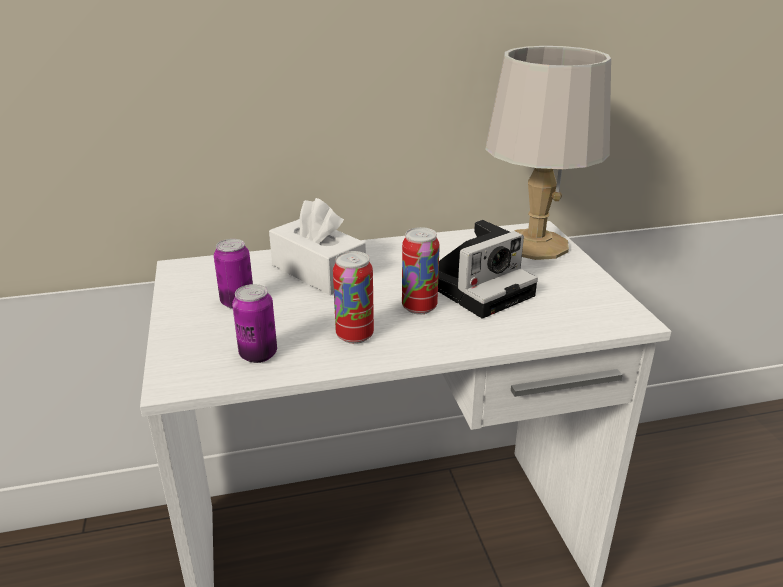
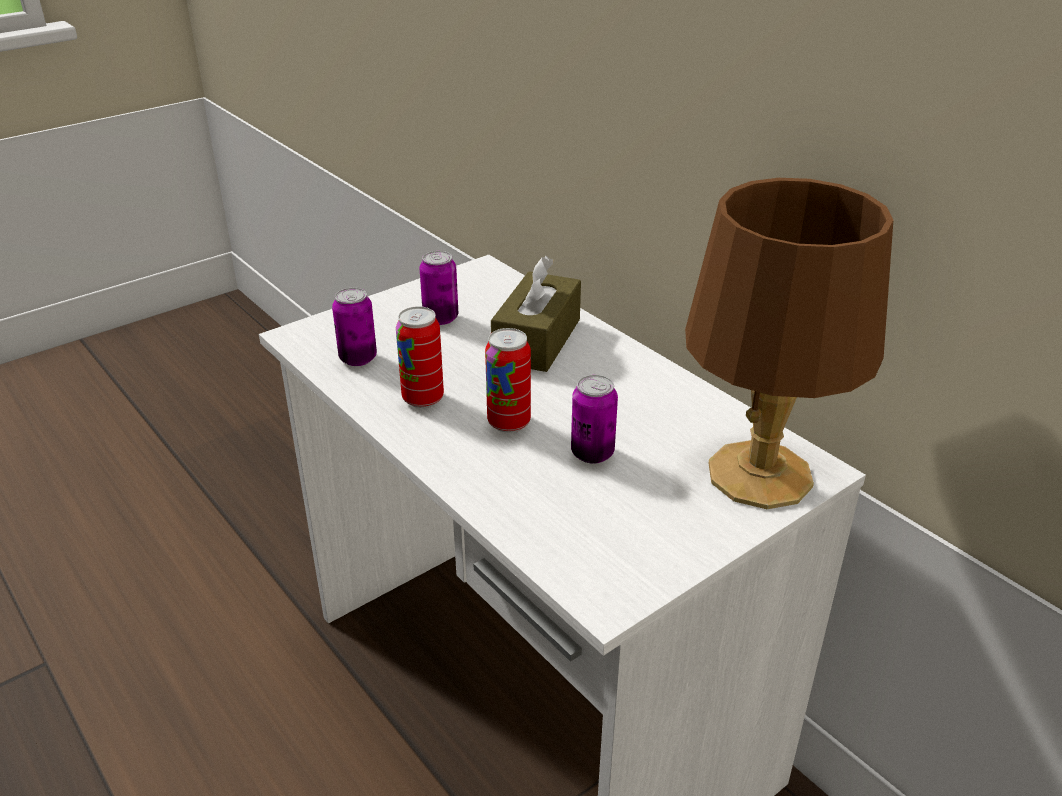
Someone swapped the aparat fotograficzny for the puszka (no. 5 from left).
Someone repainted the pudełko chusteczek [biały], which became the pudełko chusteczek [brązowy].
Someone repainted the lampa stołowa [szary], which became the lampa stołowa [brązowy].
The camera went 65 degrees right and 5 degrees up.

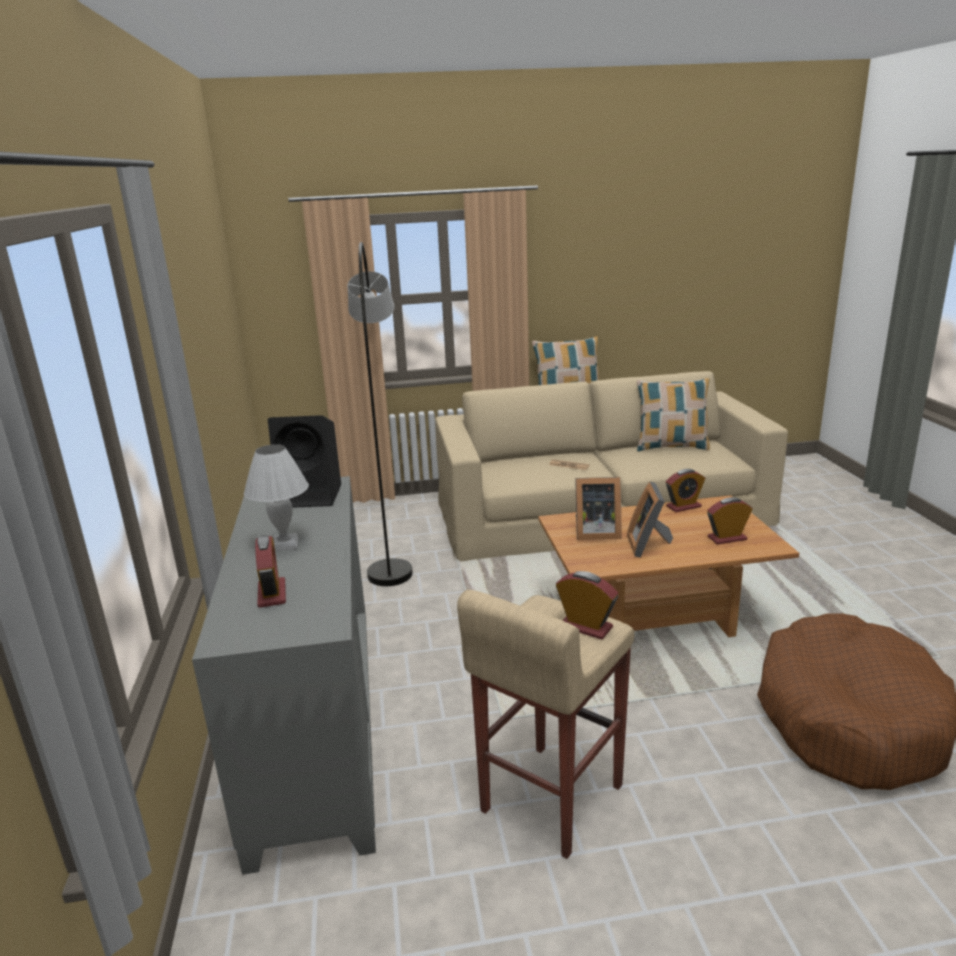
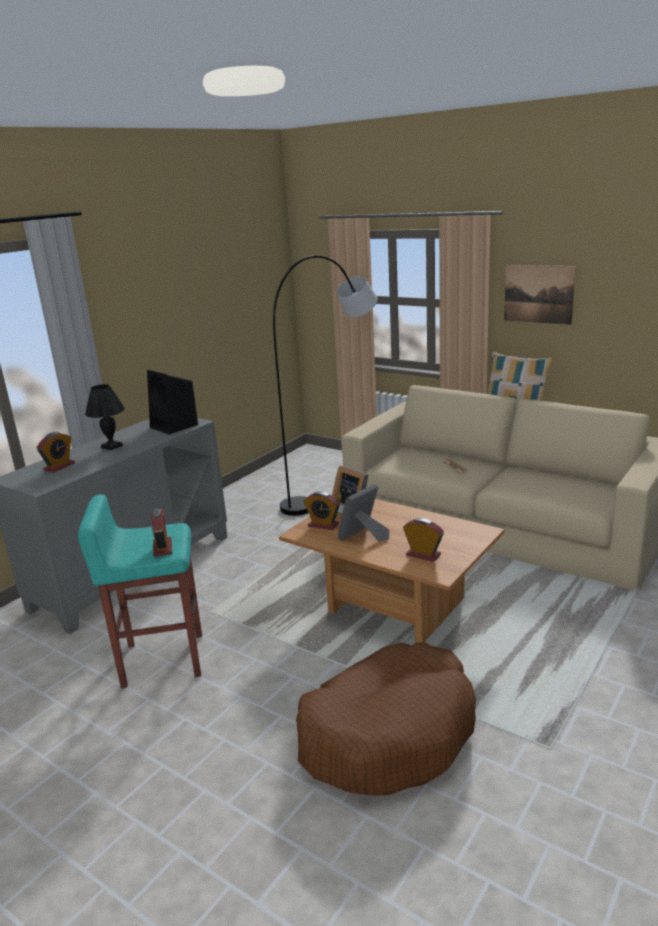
Someone took away the poduszka (no. 2 from left).
Someone put up the obraz.
Someone carried the budzik (no. 3 from left).
Someone repainted the lampa stołowa [biały], which became the lampa stołowa [czarny].
Someone repainted the stołek [beżowy], which became the stołek [turkusowy].
The camera went 45 degrees right and 0 degrees up.

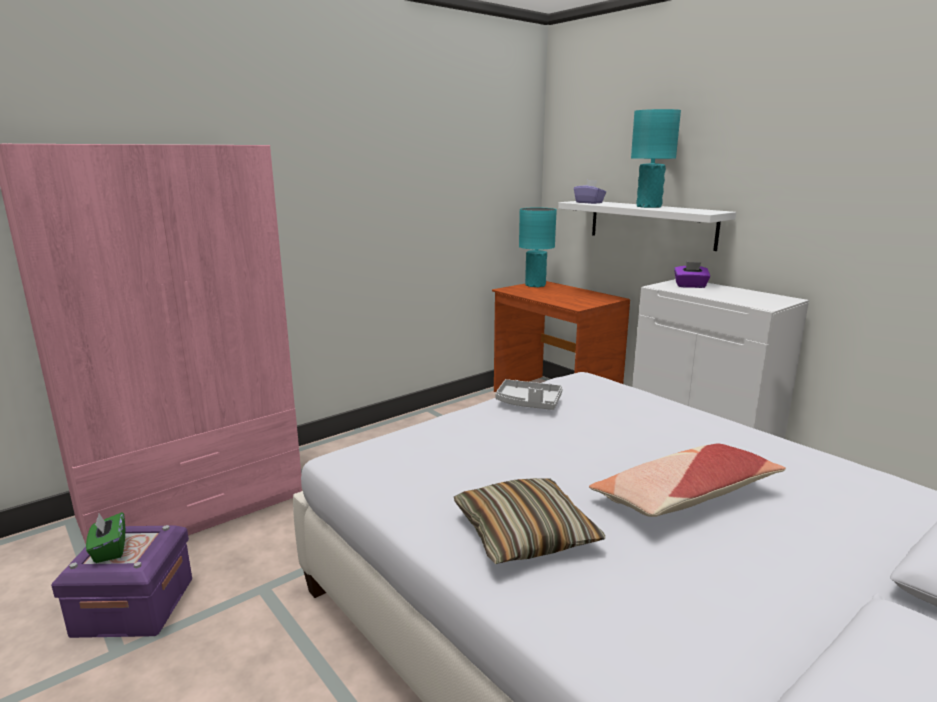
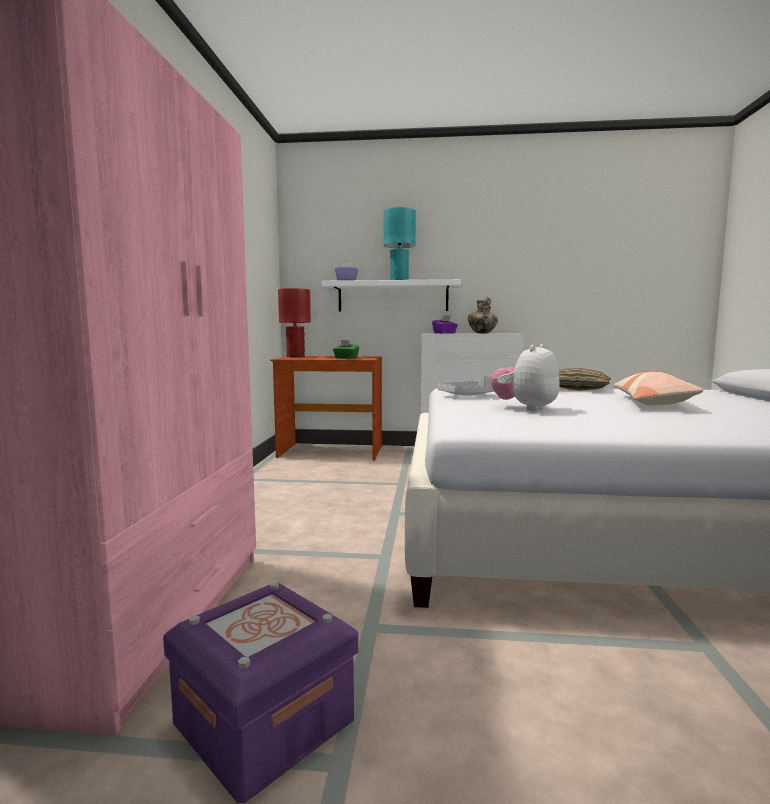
Someone put down the wazon.
Someone put down the pluszak.
Someone carried the pudełko chusteczek [zielony].
Someone carried the poduszka (no. 1 from left).
Someone repainted the lampa stołowa [turkusowy] (no. 1 from left), which became the lampa stołowa [czerwony].
The camera went 45 degrees left and 10 degrees down.

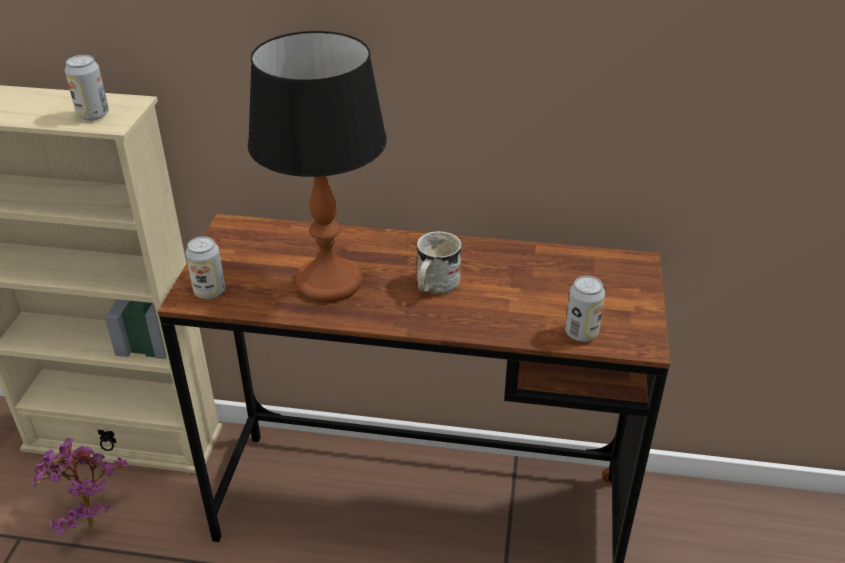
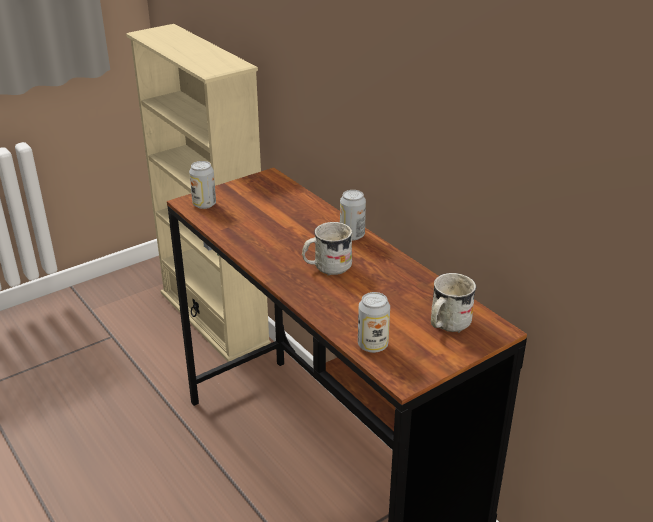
Someone took away the roślina doniczkowa.
Someone took away the lampa stołowa.
Someone put down the kubek [biały] (no. 2 from left).
Someone carried the puszka (no. 1 from left in the first image).
The camera went 45 degrees right and 5 degrees down.

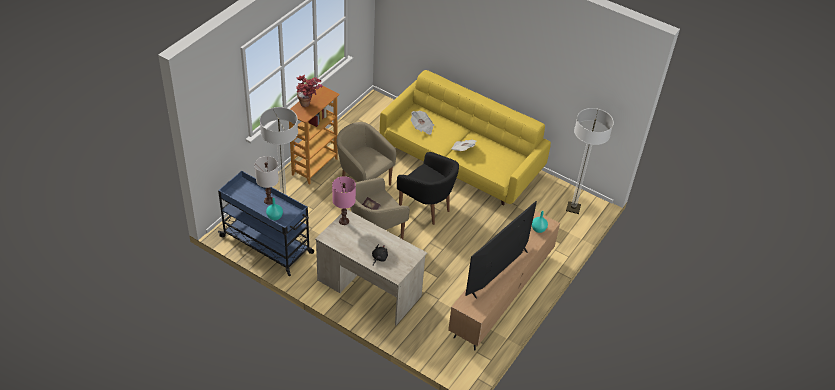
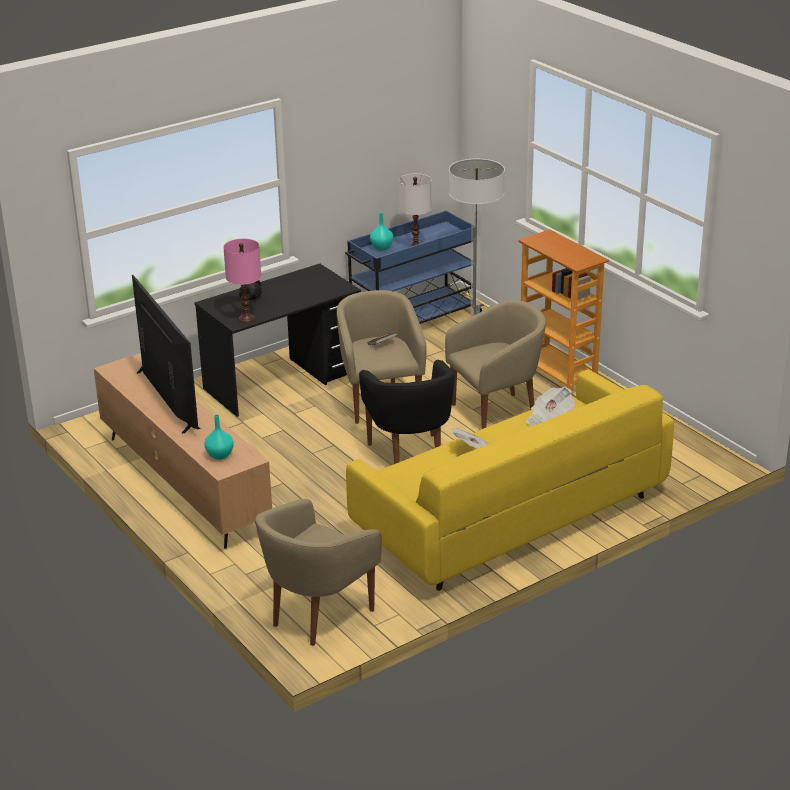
Someone took away the roślina doniczkowa.
Someone carried the lampa stołowa [różowy].
Someone swapped the lampa stojąca (no. 2 from left) for the fotel [beżowy] (no. 1 from left).
Someone repainted the biurko [beżowy], which became the biurko [czarny].
Someone rotated the fotel [czarny] by 75 degrees counterclockwise.
The camera went 115 degrees right and 15 degrees down.

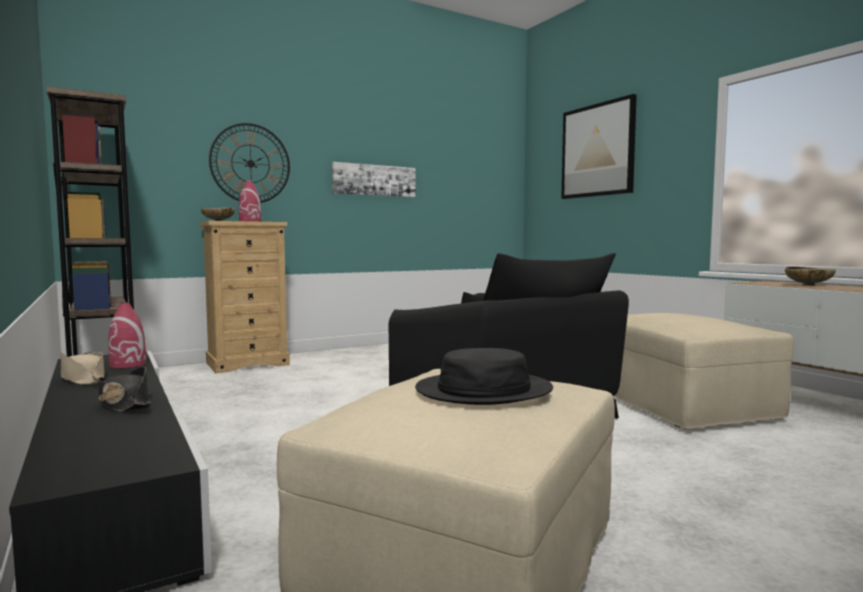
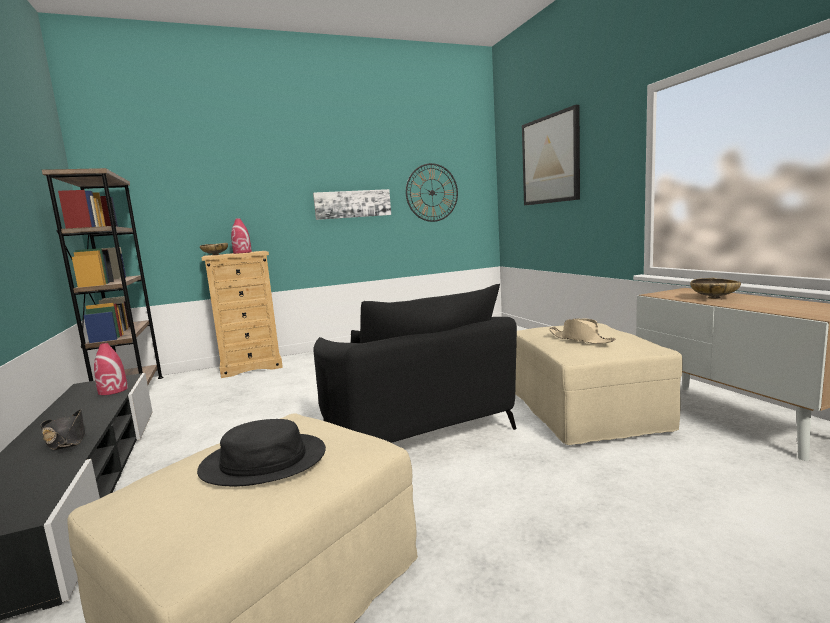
Someone carried the kapelusz [beżowy].
Someone carried the zegar ścienny.
The camera went 10 degrees right and 5 degrees up.

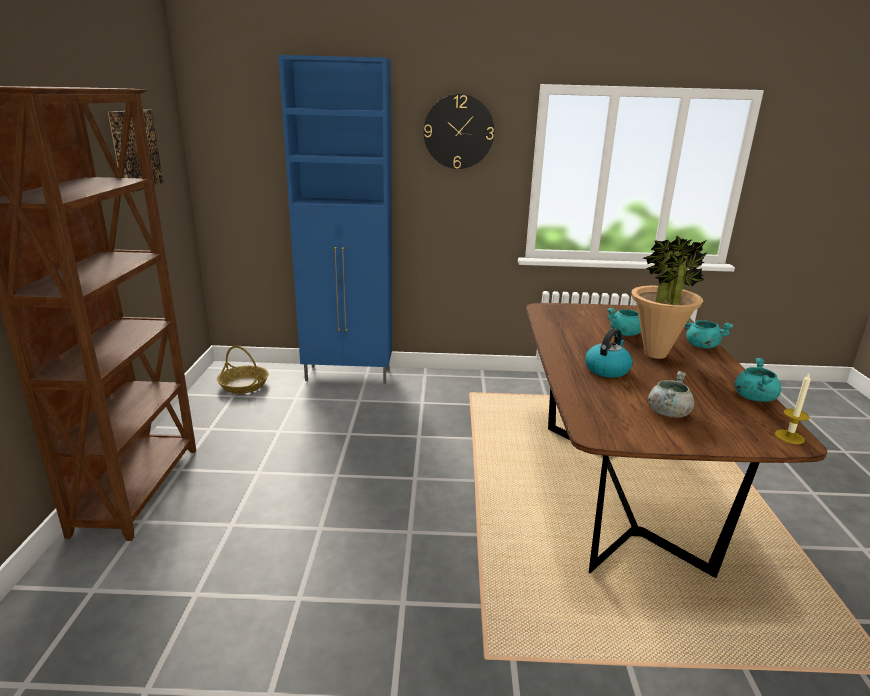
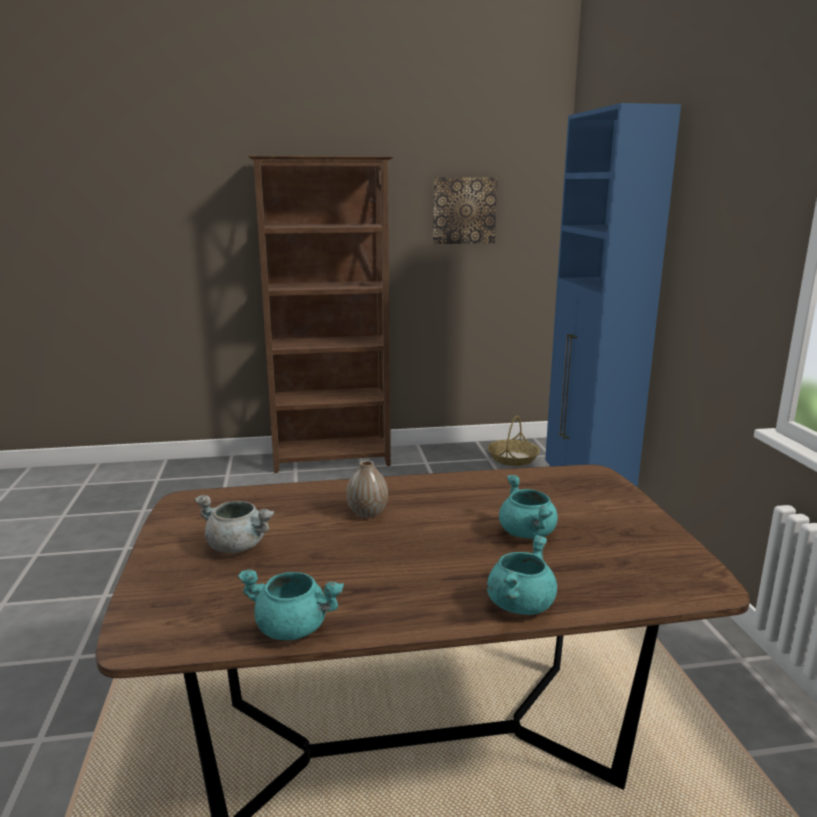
Someone took away the zegar ścienny.
Someone took away the roślina doniczkowa.
Someone took away the świeca.
Someone swapped the czajnik for the wazon.
The camera went 80 degrees right and 5 degrees down.

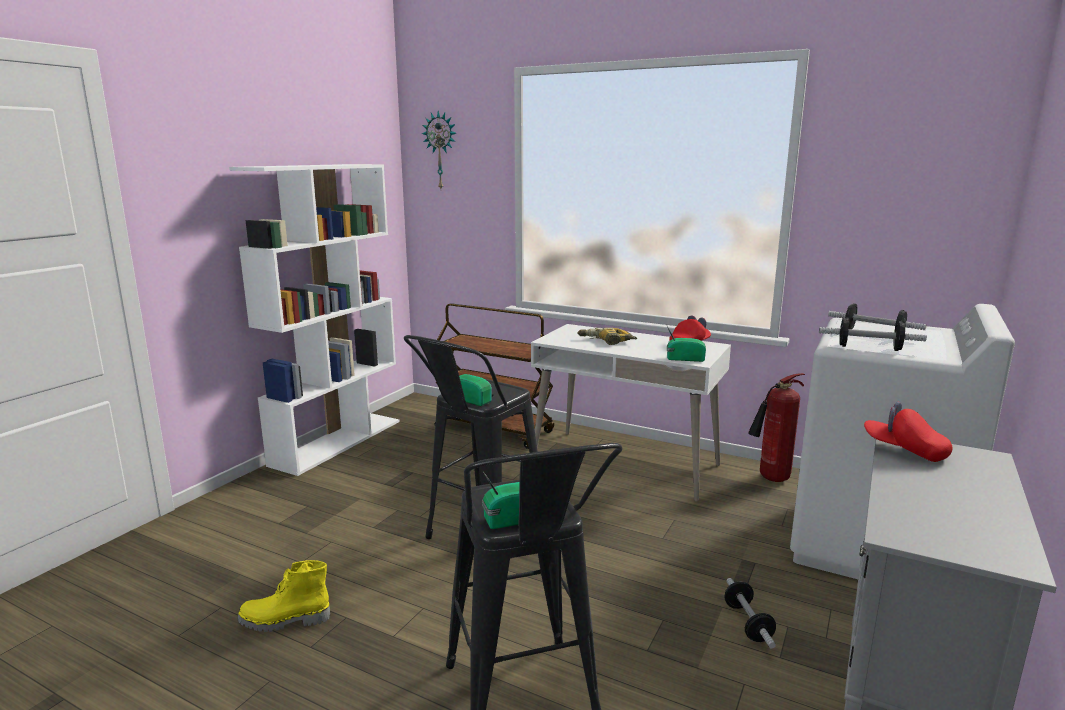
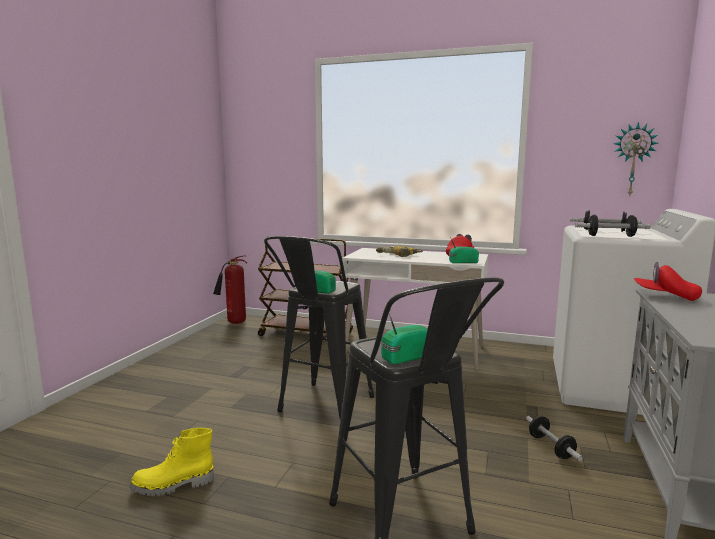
Someone took away the regał [biały].
Someone carried the zegar ścienny.
Someone carried the gaśnica.
The camera went 10 degrees left and 5 degrees down.

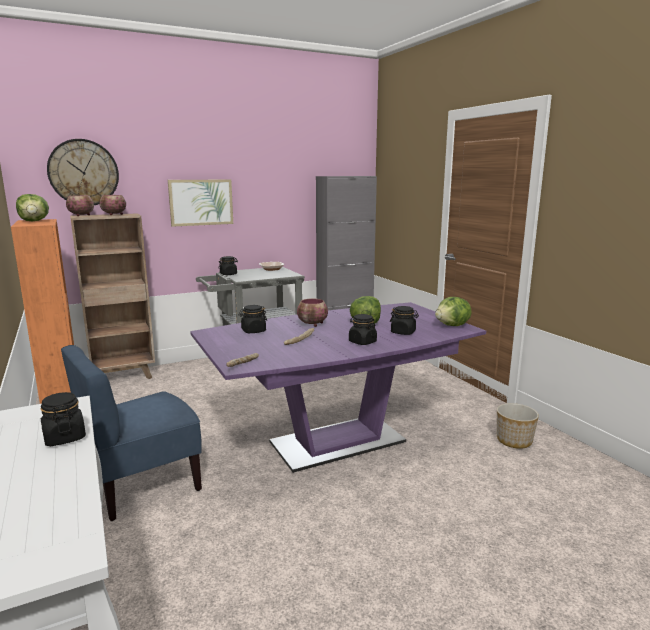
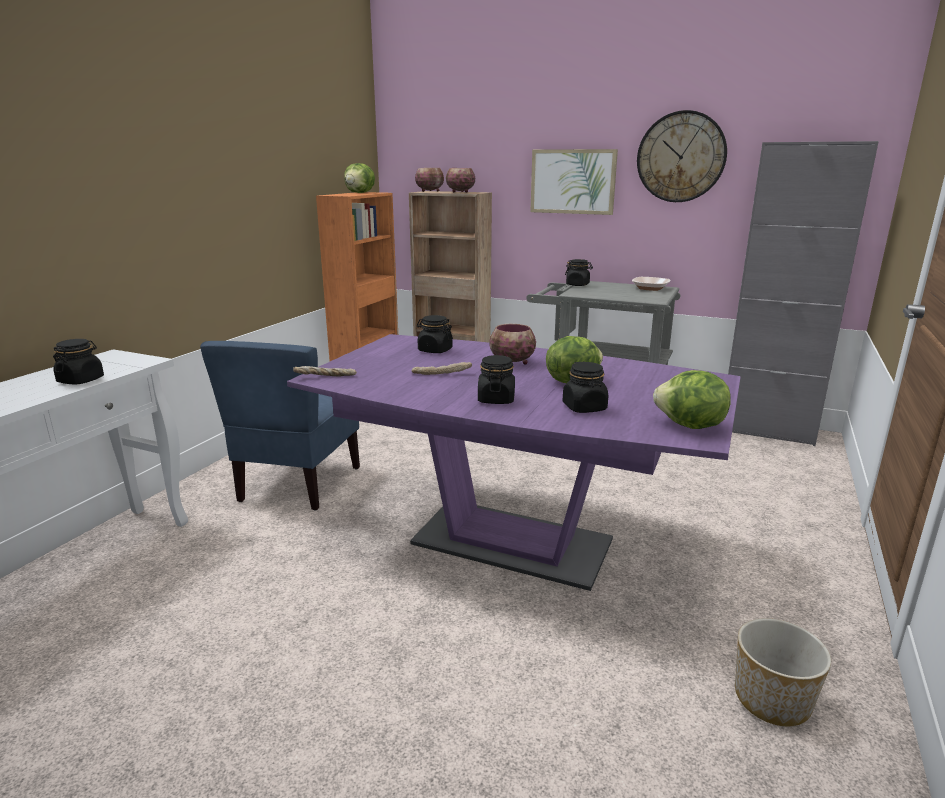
Someone carried the zegar ścienny.
Someone rotated the krzesło [niebieski] by 90 degrees counterclockwise.
The camera went 50 degrees right and 5 degrees up.

